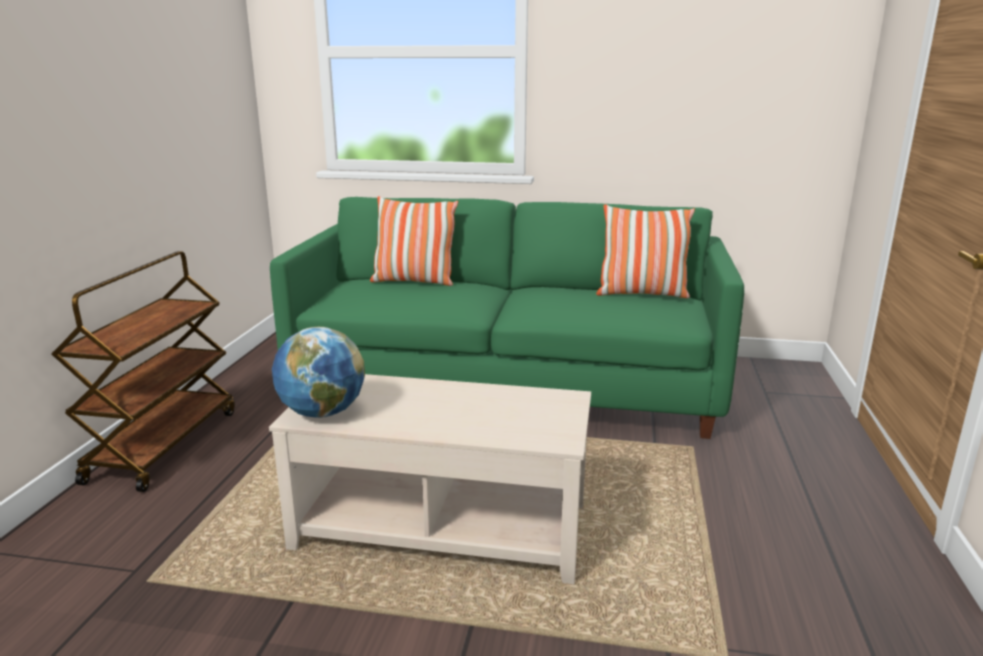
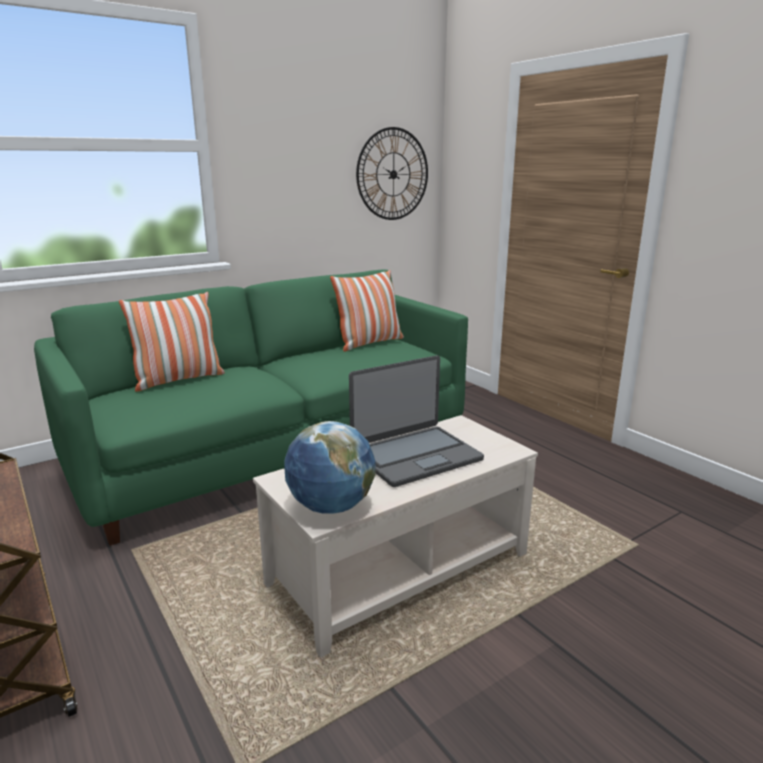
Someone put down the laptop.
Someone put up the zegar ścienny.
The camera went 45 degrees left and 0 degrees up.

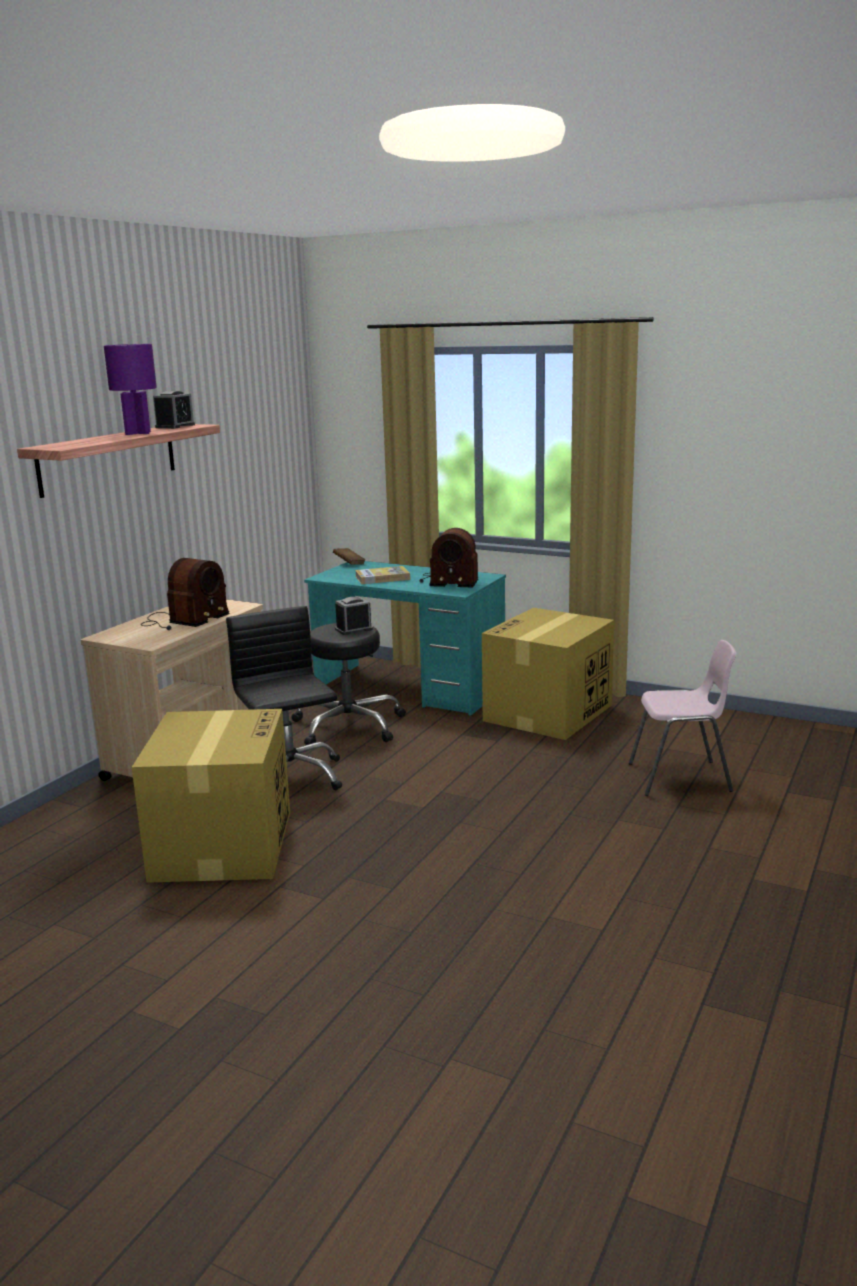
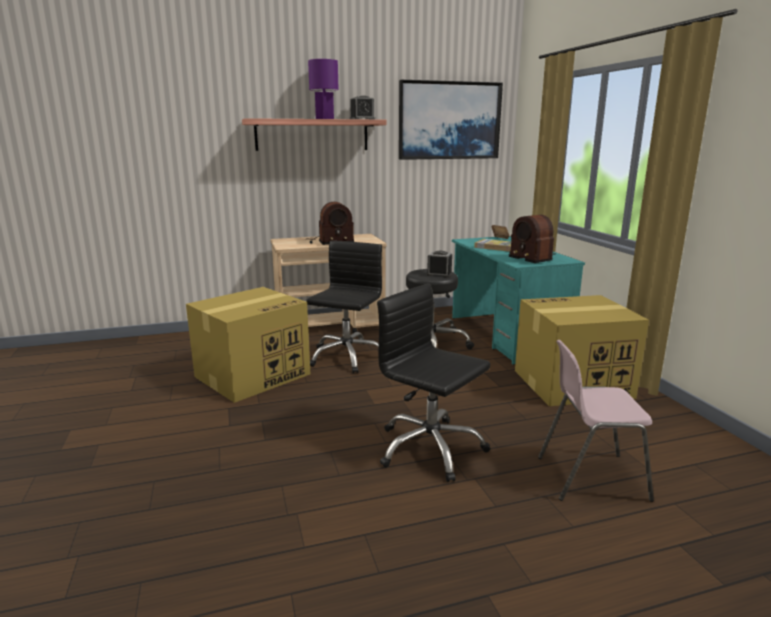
Someone put down the krzesło biurowe [czarny] (no. 2 from left).
Someone put up the obraz.
Someone rotated the krzesło [różowy] by 135 degrees clockwise.
The camera went 45 degrees right and 0 degrees up.

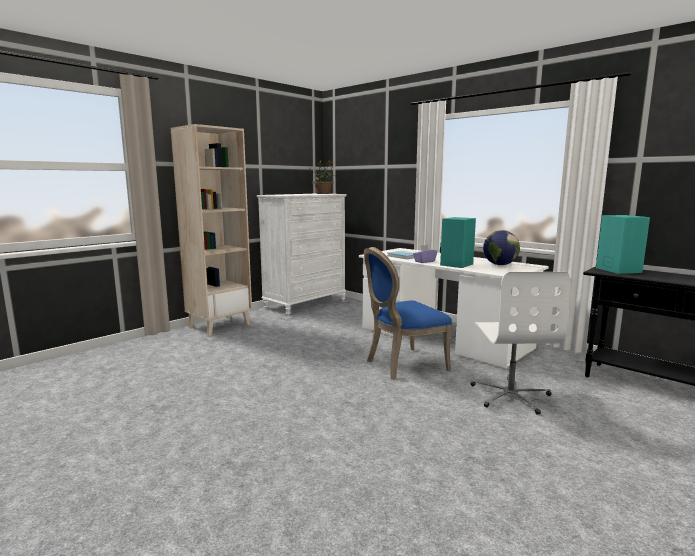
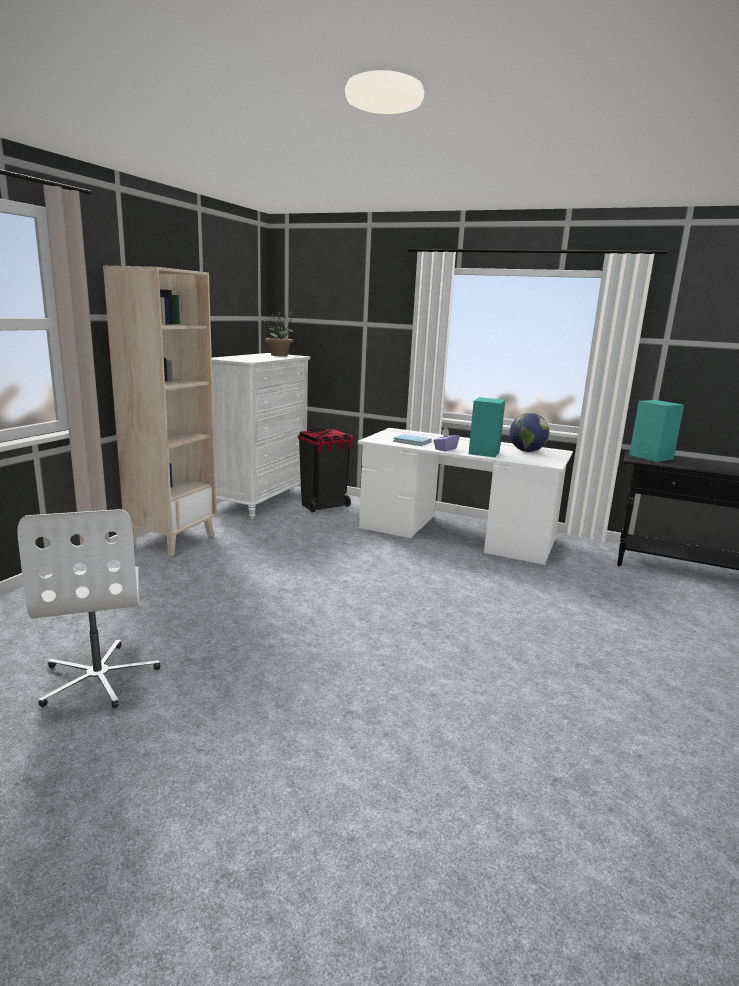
Someone took away the krzesło [niebieski].
Someone put down the kosz na śmieci [czarny].
Someone carried the krzesło biurowe [biały].
The camera went 20 degrees left and 5 degrees up.

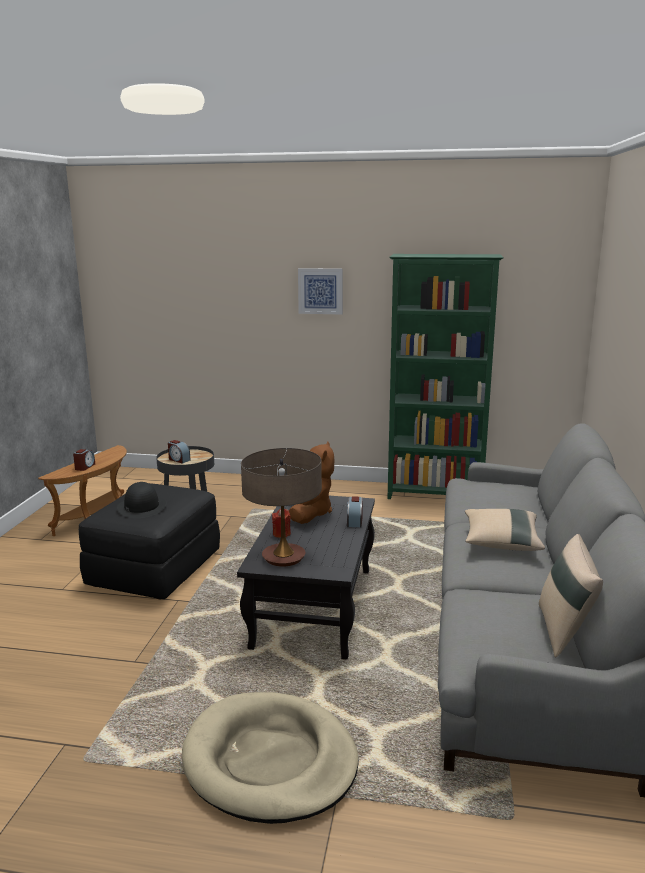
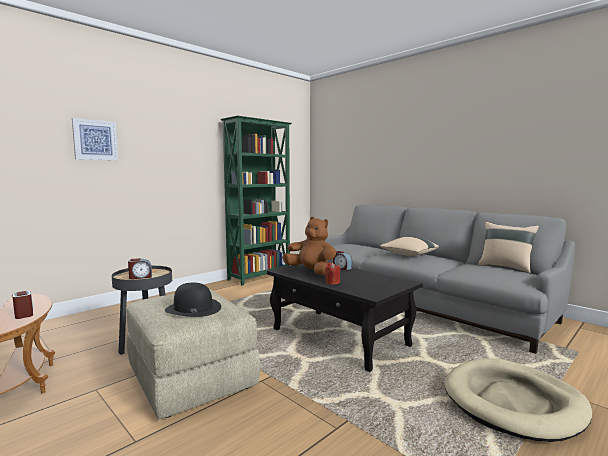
Someone took away the lampa stołowa.
Someone carried the obraz.
Someone repainted the pufa [czarny], which became the pufa [beżowy].
The camera went 55 degrees left and 10 degrees down.

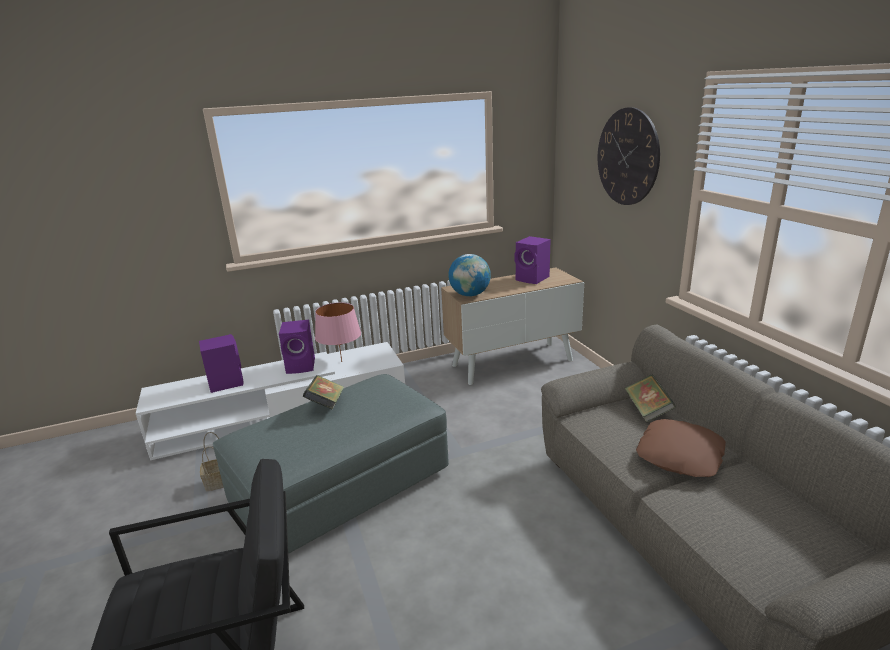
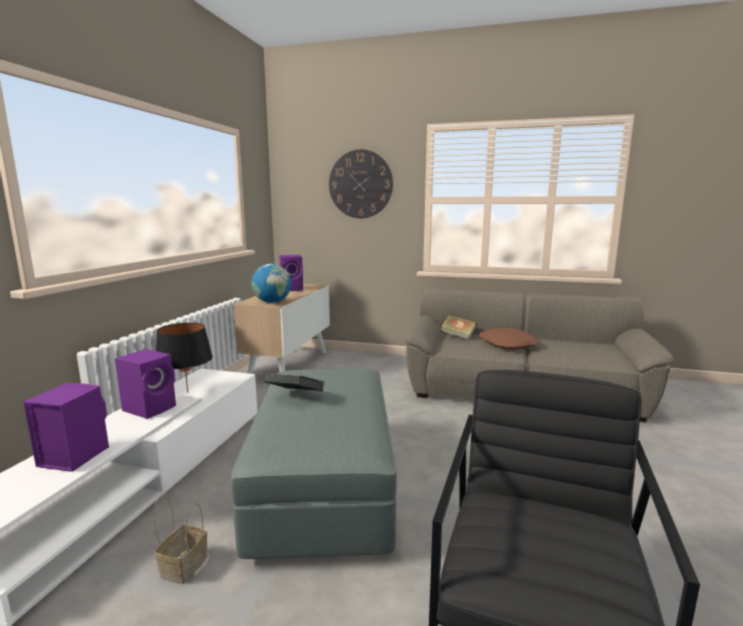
Someone repainted the lampa stołowa [różowy], which became the lampa stołowa [czarny].
The camera went 55 degrees left and 10 degrees down.

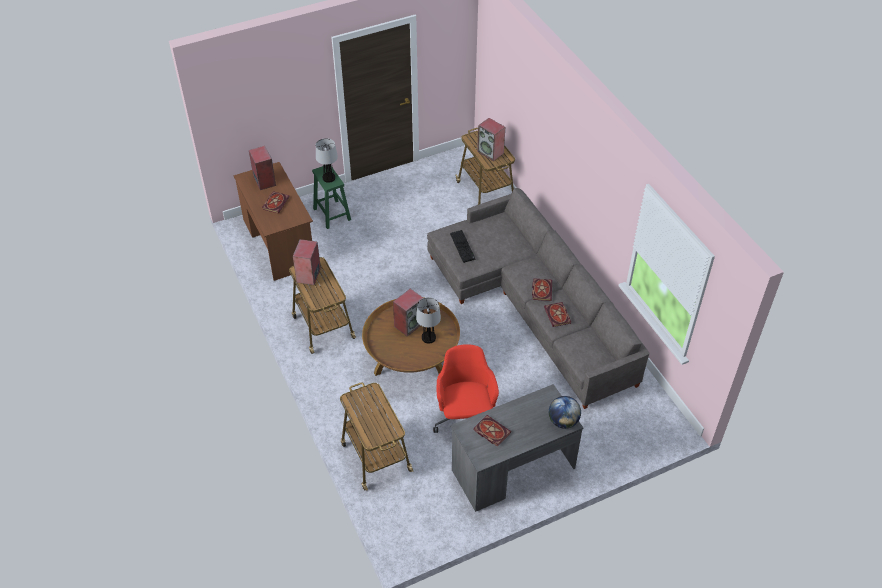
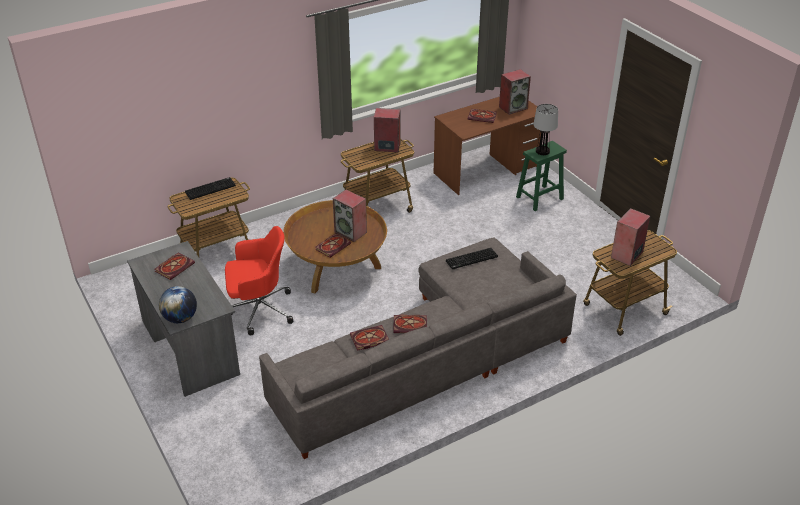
Someone put down the klawiatura (no. 1 from left).
Someone swapped the lampa stołowa (no. 2 from left) for the książka (no. 2 from left).
The camera went 85 degrees right and 10 degrees down.

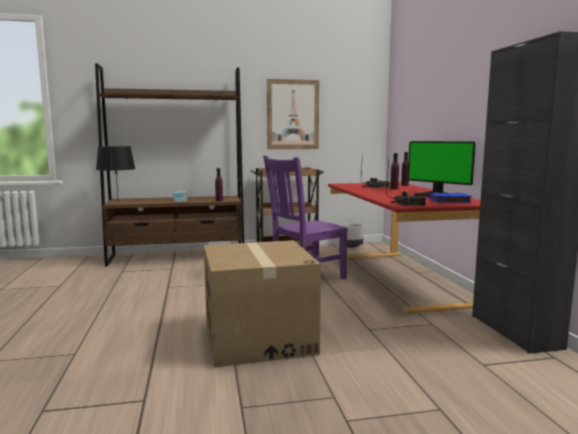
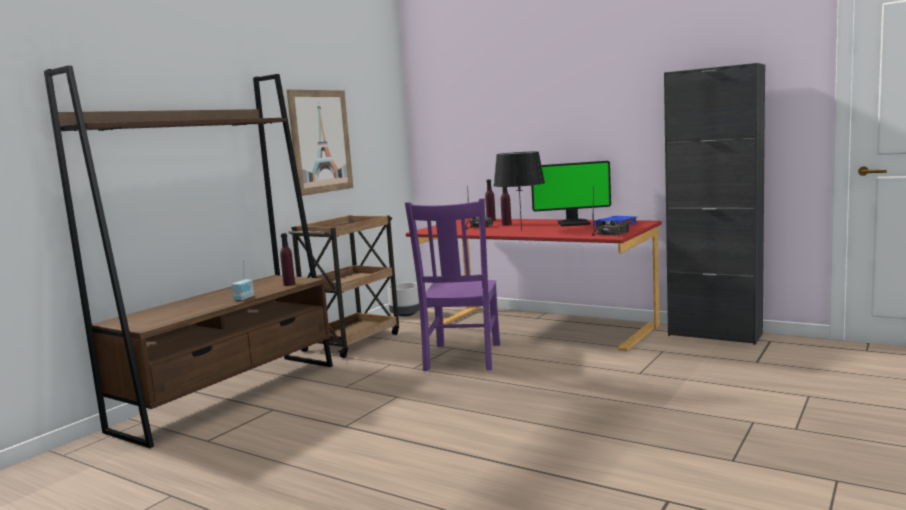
Someone took away the karton.
Someone carried the lampa stołowa [czarny].
The camera went 45 degrees left and 0 degrees up.

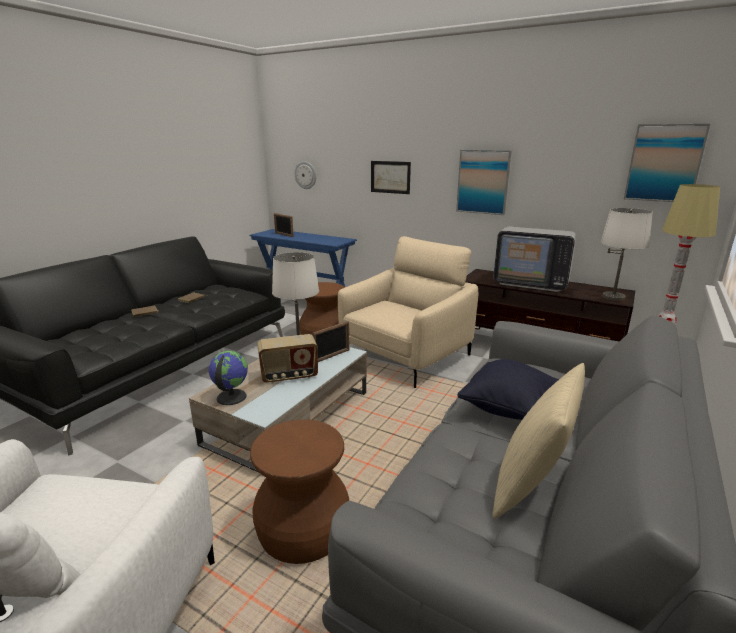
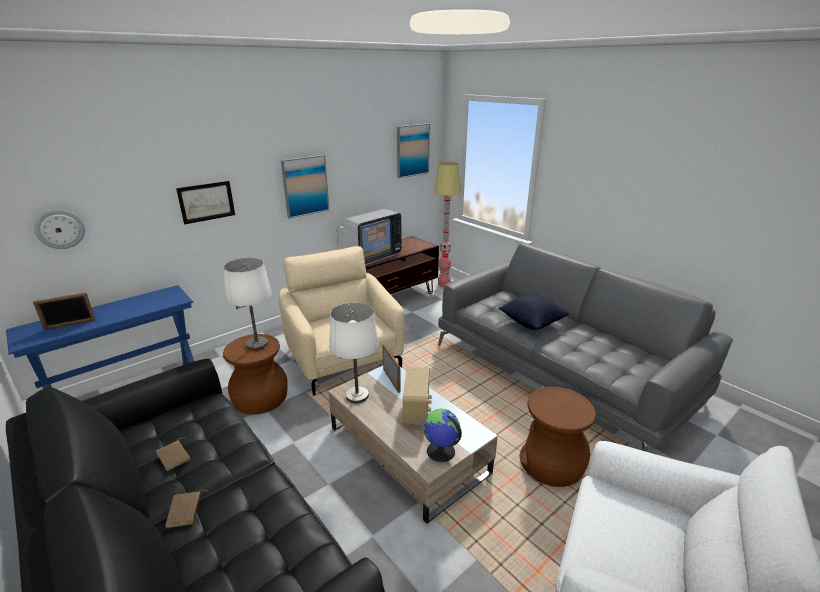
Someone took away the poduszka [beżowy].
Someone carried the lampa stołowa [biały] (no. 2 from left in the first image).
The camera went 70 degrees left and 5 degrees up.

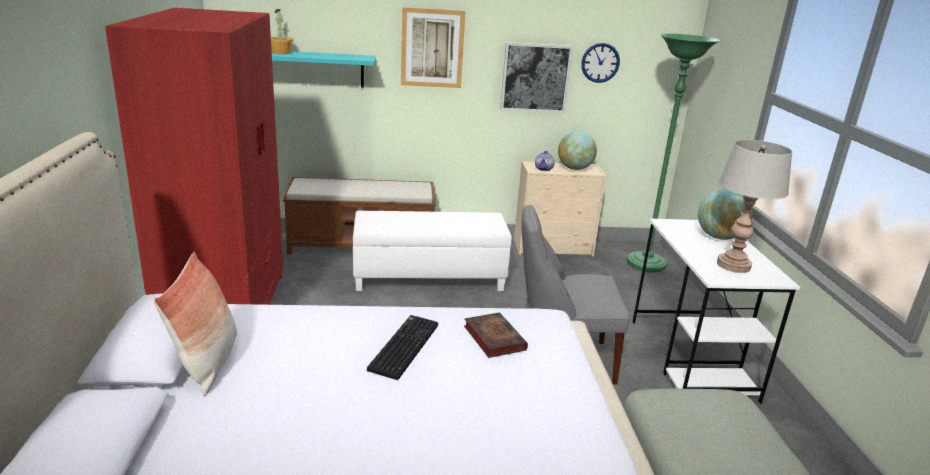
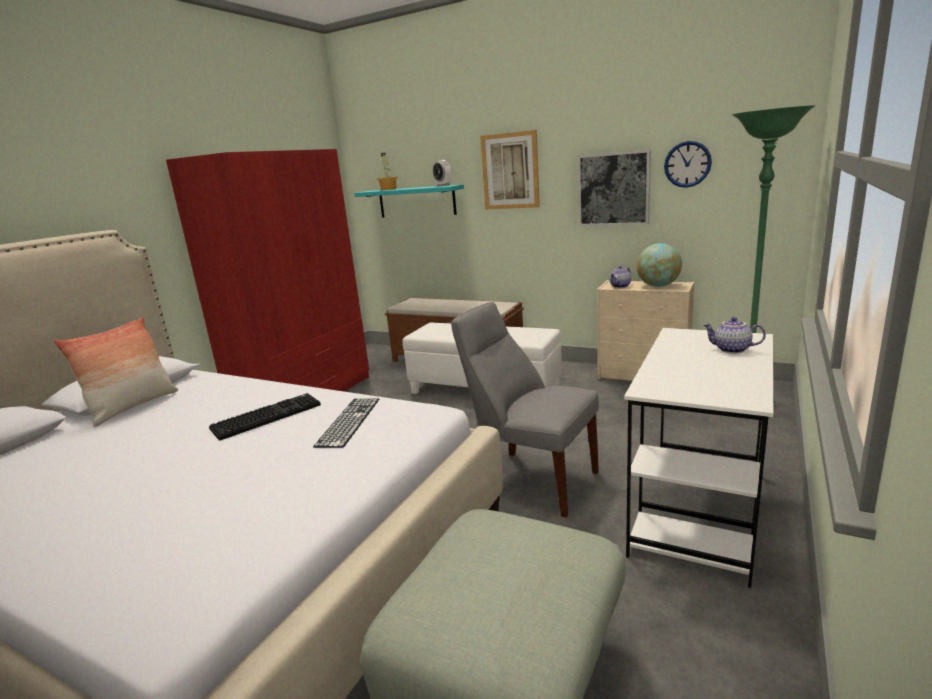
Someone took away the lampa stołowa [szary].
Someone put down the budzik.
Someone swapped the książka for the klawiatura (no. 2 from left).
Someone swapped the globus (no. 2 from left) for the imbryk (no. 2 from left).
The camera went 35 degrees right and 5 degrees down.

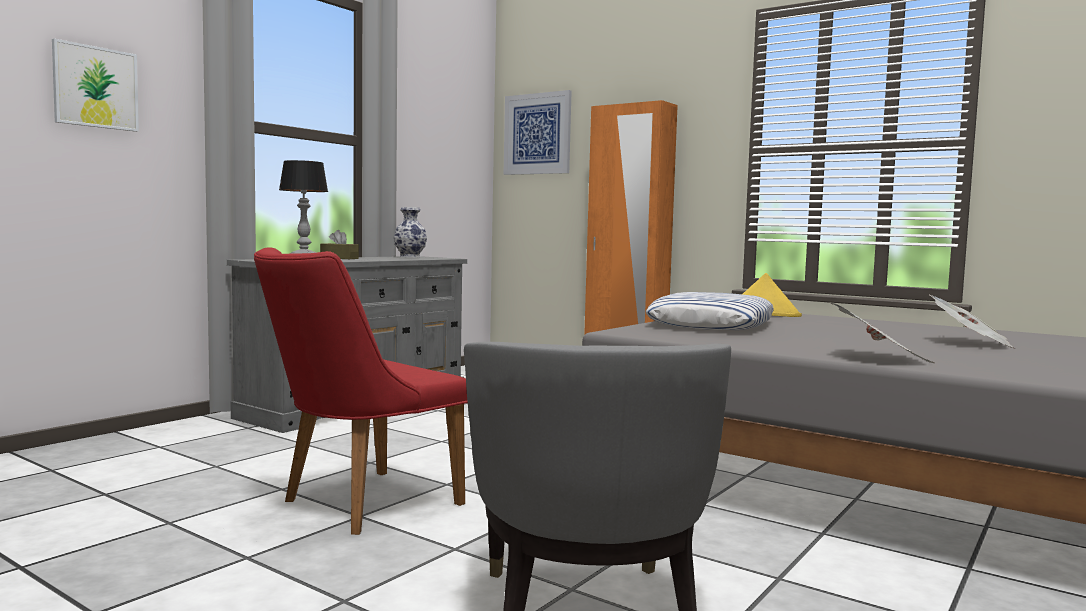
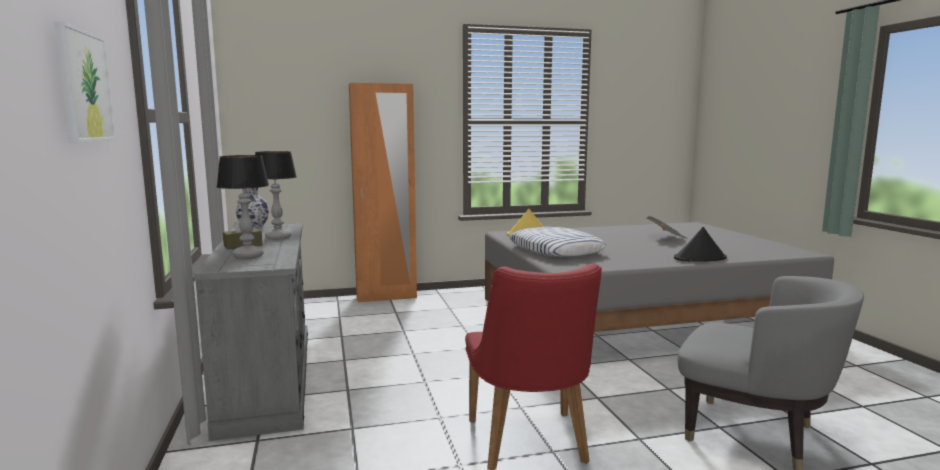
Someone took away the obraz (no. 2 from left).
Someone put down the lampa stołowa (no. 2 from left).
Someone swapped the gazeta (no. 1 from left) for the kapelusz [czarny].
The camera went 50 degrees left and 5 degrees up.

